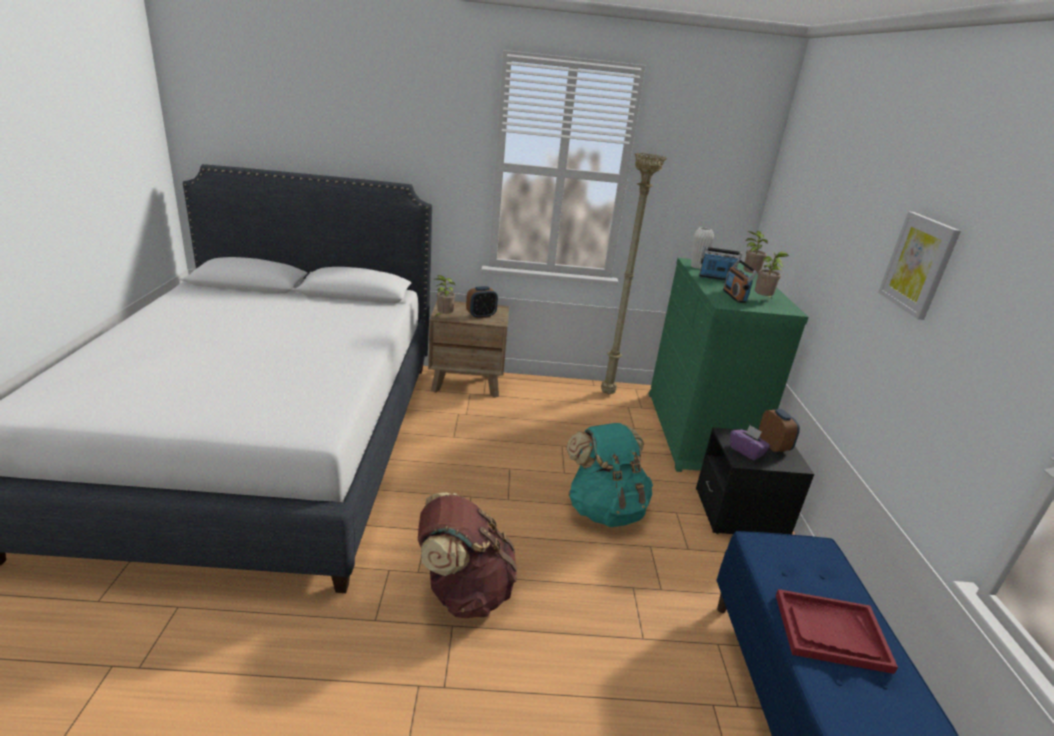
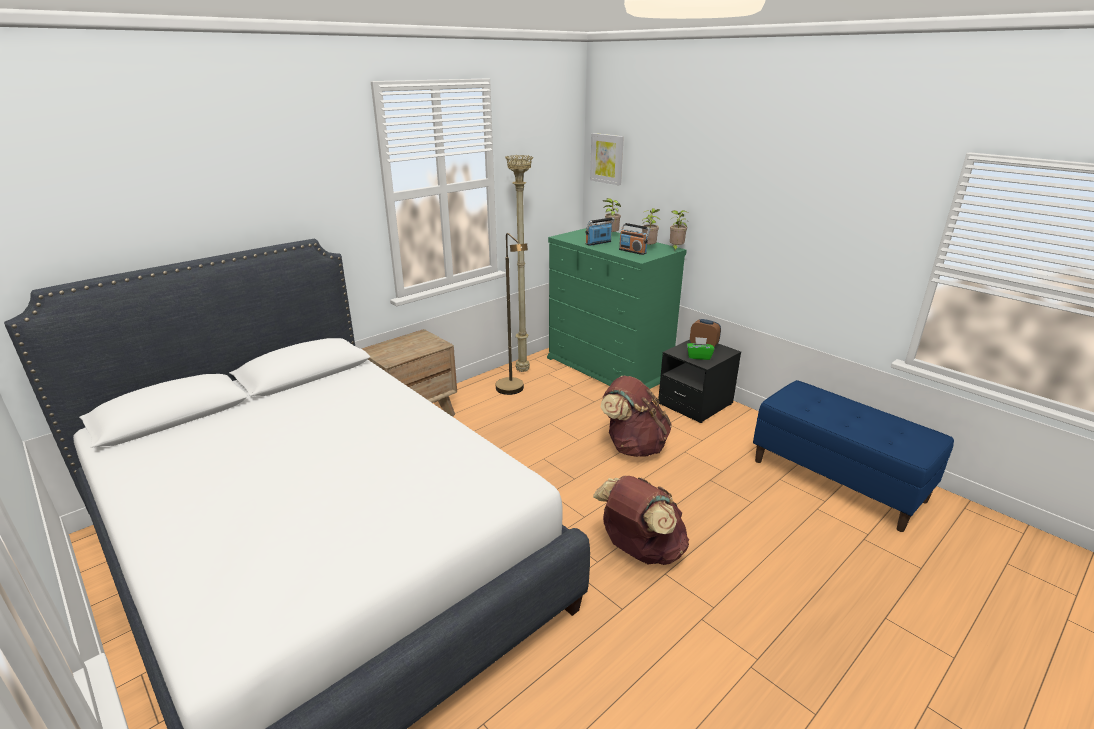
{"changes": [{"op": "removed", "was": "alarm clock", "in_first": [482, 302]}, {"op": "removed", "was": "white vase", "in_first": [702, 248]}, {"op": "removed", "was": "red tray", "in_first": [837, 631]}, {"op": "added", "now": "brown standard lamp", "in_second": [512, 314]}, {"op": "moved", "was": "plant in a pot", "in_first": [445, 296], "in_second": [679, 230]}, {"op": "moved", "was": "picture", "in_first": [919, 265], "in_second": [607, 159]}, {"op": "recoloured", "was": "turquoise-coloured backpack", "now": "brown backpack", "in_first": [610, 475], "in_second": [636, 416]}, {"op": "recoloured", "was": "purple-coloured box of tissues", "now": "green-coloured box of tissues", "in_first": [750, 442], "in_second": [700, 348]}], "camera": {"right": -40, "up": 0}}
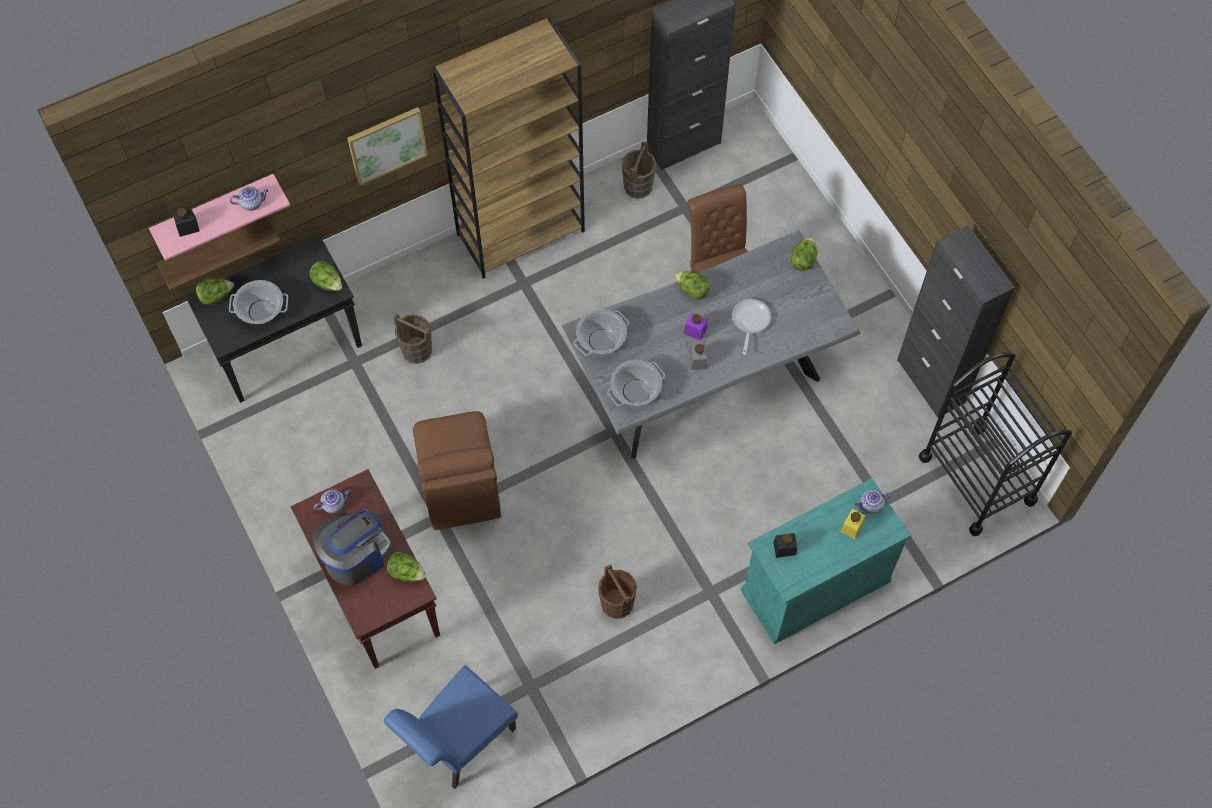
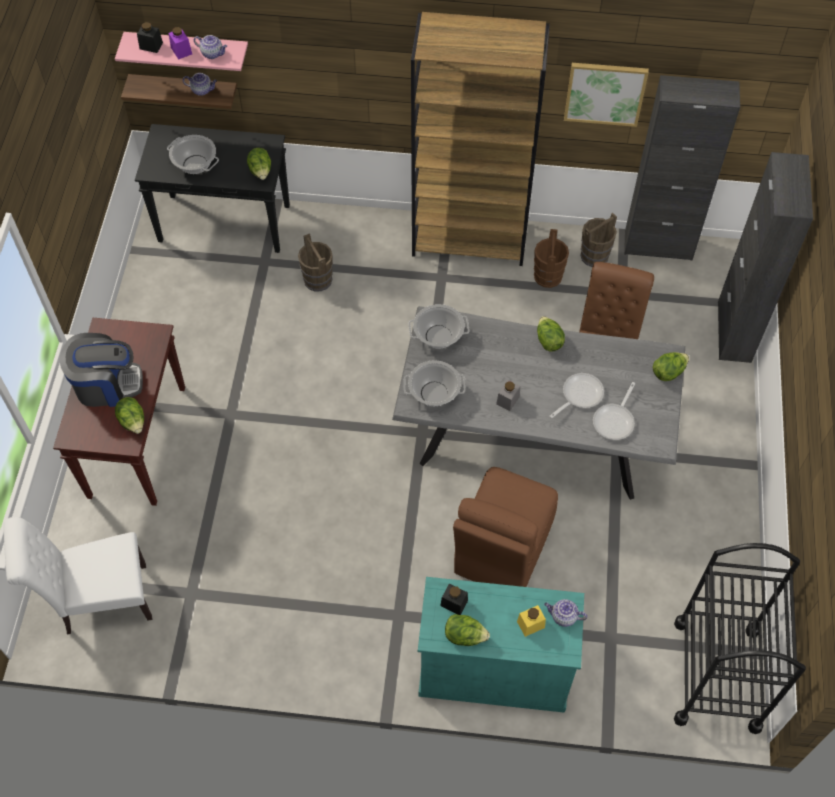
{"changes": [{"op": "added", "now": "skillet", "in_second": [614, 411]}, {"op": "moved", "was": "head of lettuce", "in_first": [215, 291], "in_second": [467, 630]}, {"op": "moved", "was": "teapot", "in_first": [332, 501], "in_second": [200, 84]}, {"op": "moved", "was": "picture", "in_first": [387, 146], "in_second": [606, 95]}, {"op": "moved", "was": "brown chair", "in_first": [457, 470], "in_second": [505, 527]}, {"op": "moved", "was": "brown water bucket", "in_first": [617, 591], "in_second": [551, 258]}, {"op": "moved", "was": "purple-coloured jar", "in_first": [695, 327], "in_second": [180, 43]}, {"op": "moved", "was": "black-coloured cupboard", "in_first": [956, 321], "in_second": [765, 257]}, {"op": "recoloured", "was": "blue-coloured chair", "now": "white chair", "in_first": [451, 727], "in_second": [78, 575]}], "camera": {"right": 35, "up": -5}}
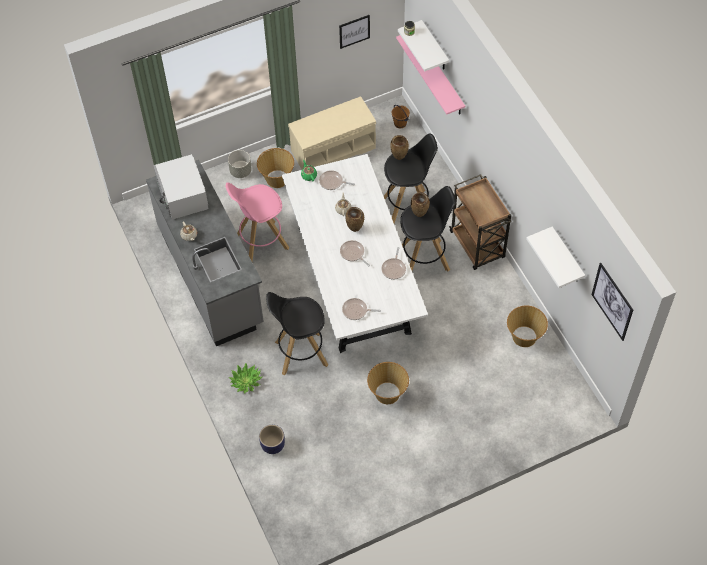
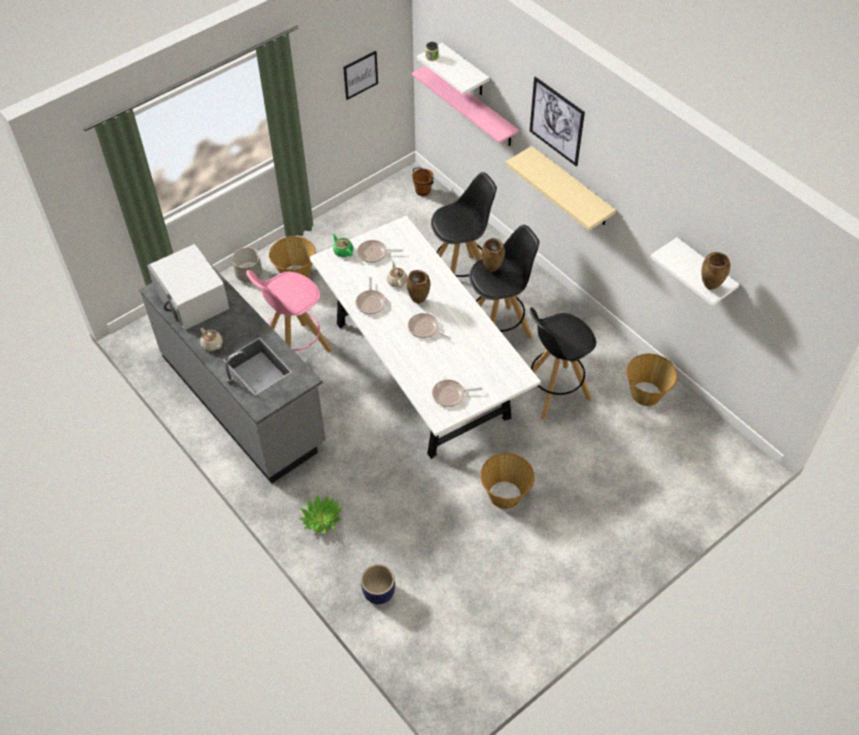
{"changes": [{"op": "removed", "was": "beige-coloured indoor bench", "in_first": [332, 132]}, {"op": "removed", "was": "brown trolley", "in_first": [480, 222]}, {"op": "added", "now": "beige-coloured shelf", "in_second": [560, 188]}, {"op": "moved", "was": "black-coloured stool seat", "in_first": [297, 333], "in_second": [563, 363]}, {"op": "moved", "was": "skillet", "in_first": [393, 263], "in_second": [371, 295]}, {"op": "moved", "was": "brown vase", "in_first": [399, 147], "in_second": [716, 271]}, {"op": "moved", "was": "picture", "in_first": [612, 302], "in_second": [557, 122]}], "camera": {"right": -15, "up": -5}}
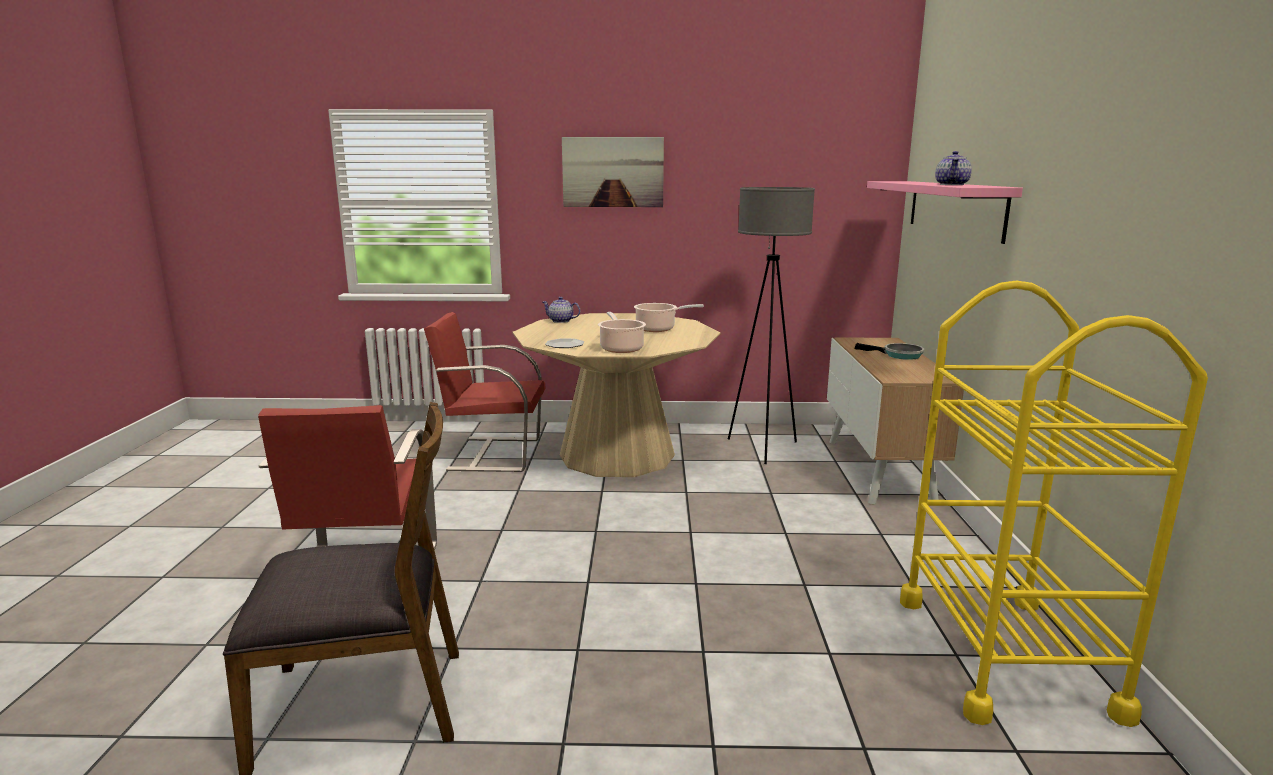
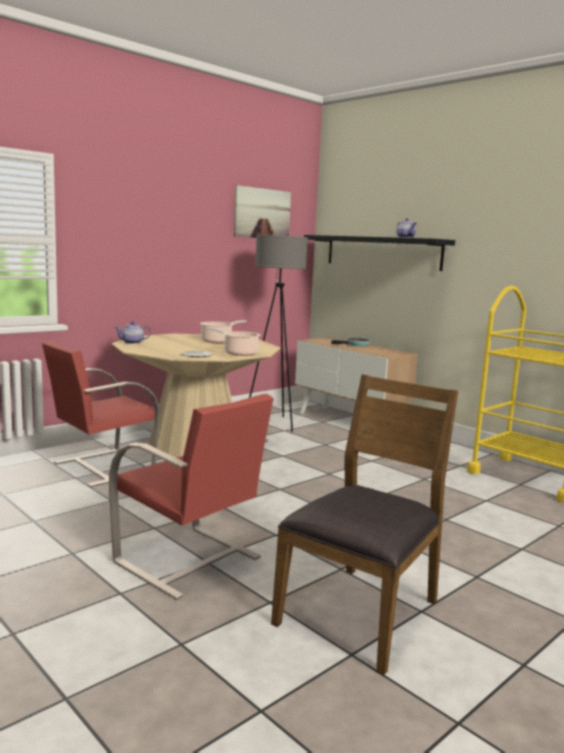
{"changes": [{"op": "moved", "was": "picture", "in_first": [613, 172], "in_second": [262, 211]}, {"op": "recoloured", "was": "pink shelf", "now": "black-coloured shelf", "in_first": [945, 212], "in_second": [379, 253]}], "camera": {"right": -45, "up": -5}}
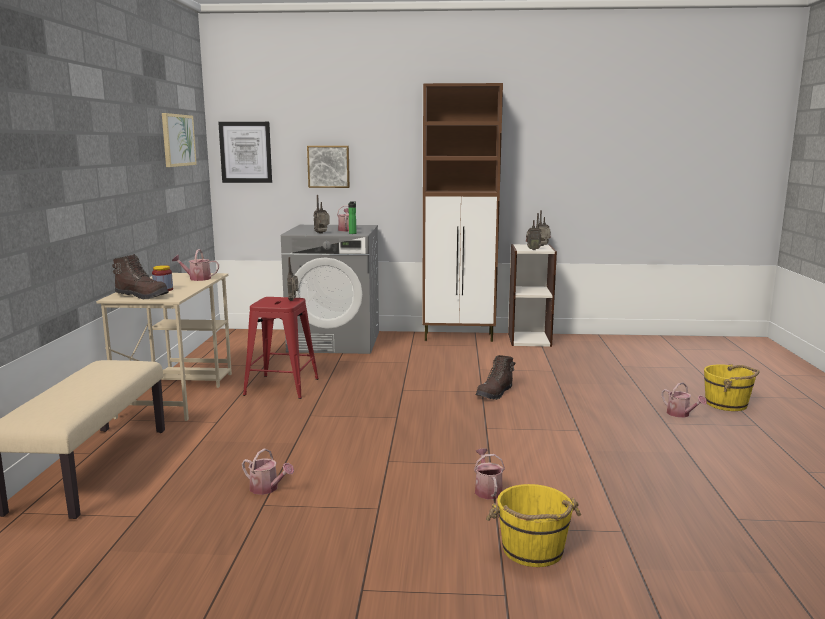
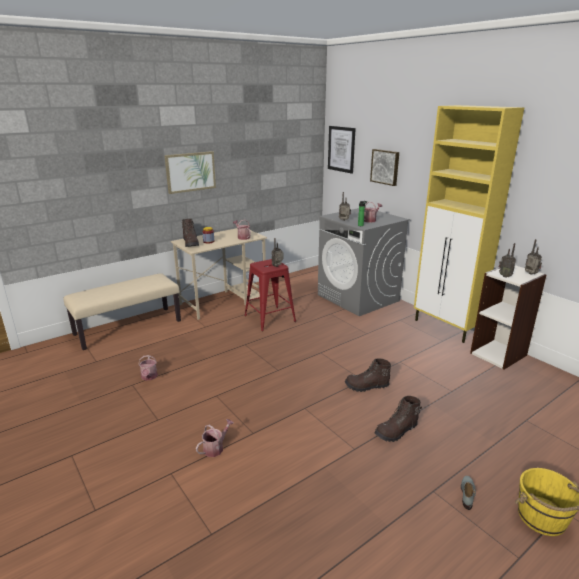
{"changes": [{"op": "removed", "was": "yellow-coloured water bucket", "in_first": [533, 525]}, {"op": "added", "now": "brown tall boot", "in_second": [398, 419]}, {"op": "moved", "was": "picture", "in_first": [179, 140], "in_second": [190, 172]}, {"op": "replaced", "was": "sprinkling can", "now": "grey item of footwear", "in_first": [684, 400], "in_second": [468, 493]}, {"op": "recoloured", "was": "brown cupboard", "now": "yellow-coloured cupboard", "in_first": [462, 212], "in_second": [469, 224]}], "camera": {"right": 50, "up": 10}}
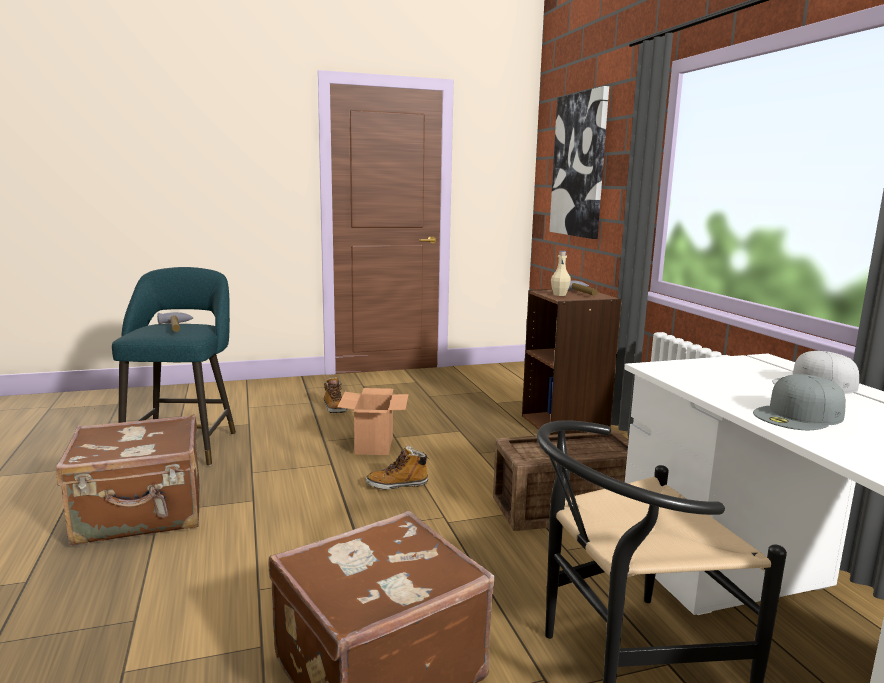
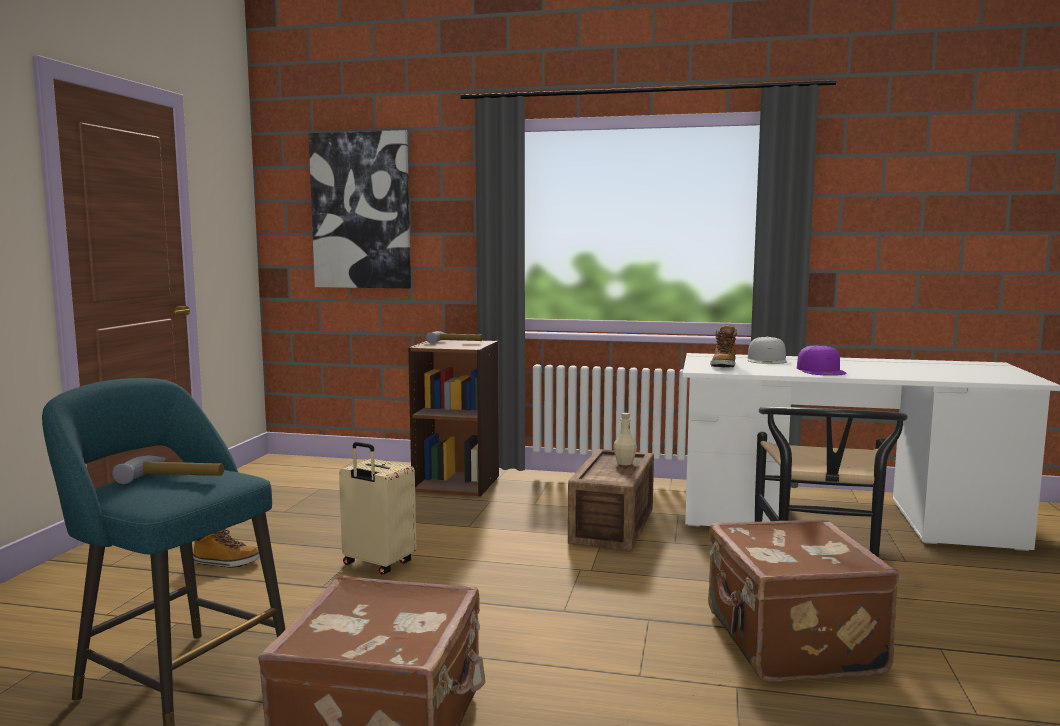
{"changes": [{"op": "moved", "was": "tall boot", "in_first": [397, 468], "in_second": [723, 346]}, {"op": "moved", "was": "beige-coloured beverage bottle", "in_first": [561, 273], "in_second": [625, 439]}, {"op": "replaced", "was": "packing box", "now": "beige-coloured suitcase", "in_first": [373, 421], "in_second": [377, 508]}, {"op": "recoloured", "was": "grey peaked cap", "now": "purple-coloured peaked cap", "in_first": [799, 402], "in_second": [821, 360]}], "camera": {"right": -60, "up": -5}}
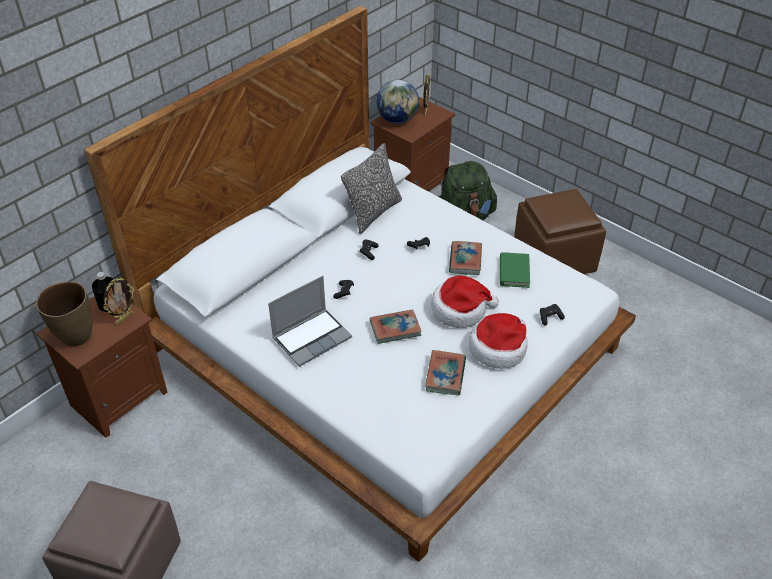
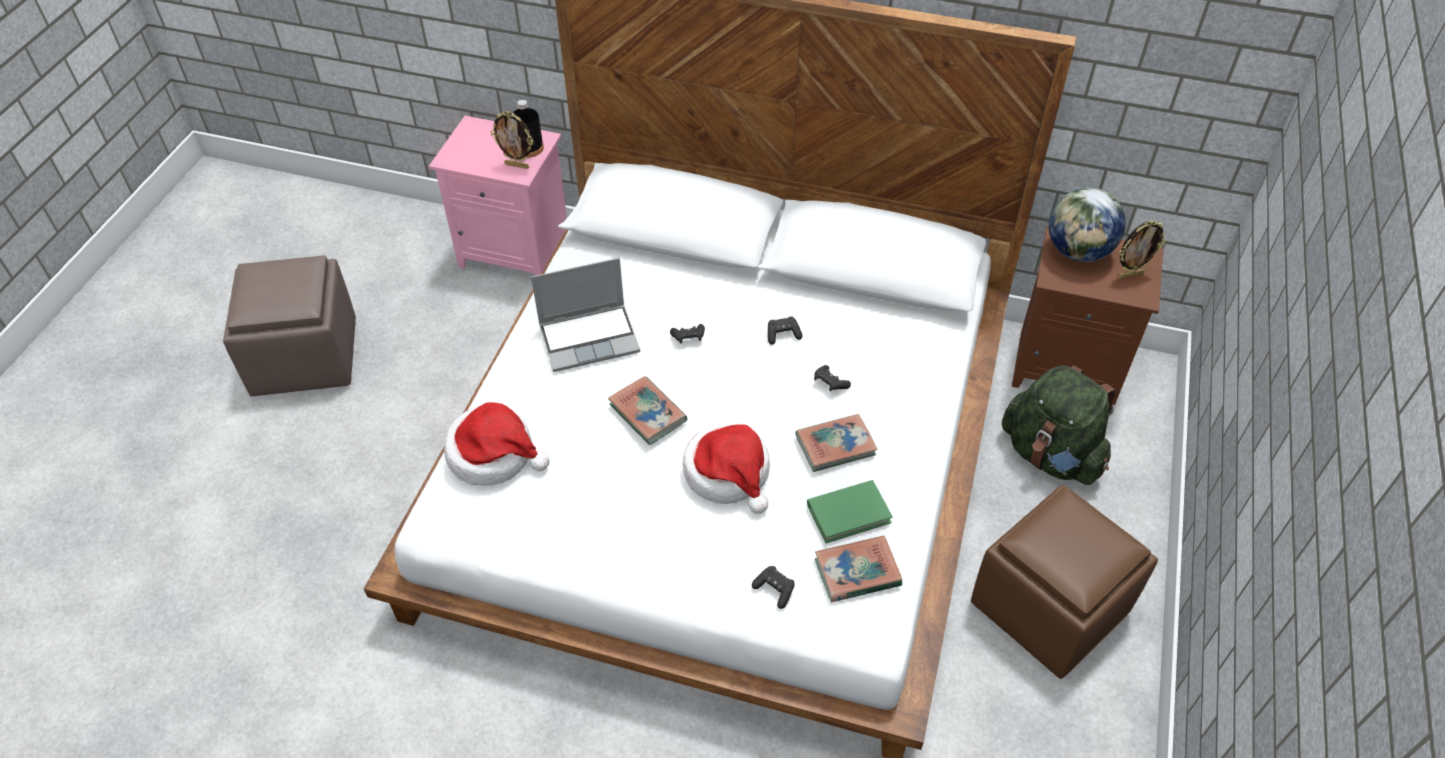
{"changes": [{"op": "removed", "was": "brown vase", "in_first": [64, 314]}, {"op": "removed", "was": "pillow", "in_first": [371, 188]}, {"op": "moved", "was": "book", "in_first": [445, 372], "in_second": [858, 569]}, {"op": "moved", "was": "clothing hat", "in_first": [498, 341], "in_second": [497, 444]}, {"op": "recoloured", "was": "brown night table", "now": "pink night table", "in_first": [101, 367], "in_second": [498, 196]}, {"op": "turned", "was": "portable computer", "in_first": [310, 321], "in_second": [585, 315], "clockwise": -45}], "camera": {"right": 65, "up": 5}}
